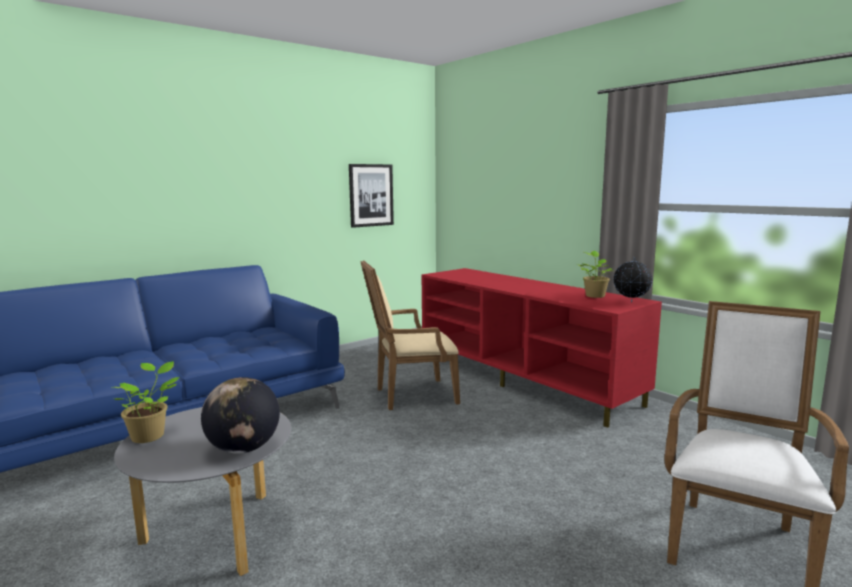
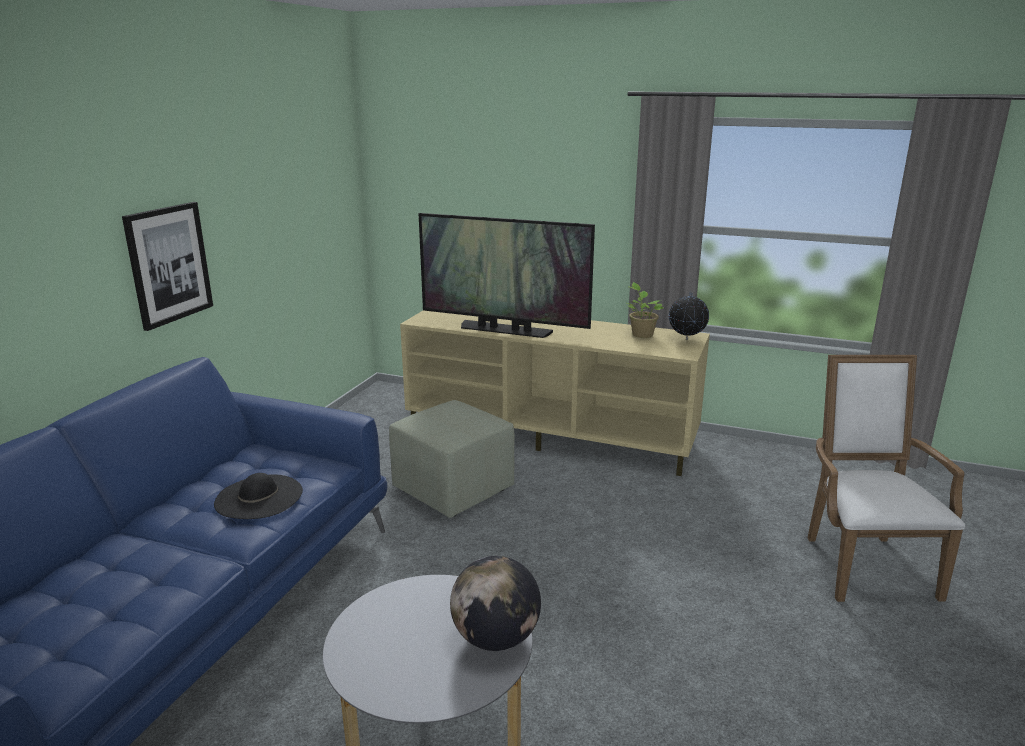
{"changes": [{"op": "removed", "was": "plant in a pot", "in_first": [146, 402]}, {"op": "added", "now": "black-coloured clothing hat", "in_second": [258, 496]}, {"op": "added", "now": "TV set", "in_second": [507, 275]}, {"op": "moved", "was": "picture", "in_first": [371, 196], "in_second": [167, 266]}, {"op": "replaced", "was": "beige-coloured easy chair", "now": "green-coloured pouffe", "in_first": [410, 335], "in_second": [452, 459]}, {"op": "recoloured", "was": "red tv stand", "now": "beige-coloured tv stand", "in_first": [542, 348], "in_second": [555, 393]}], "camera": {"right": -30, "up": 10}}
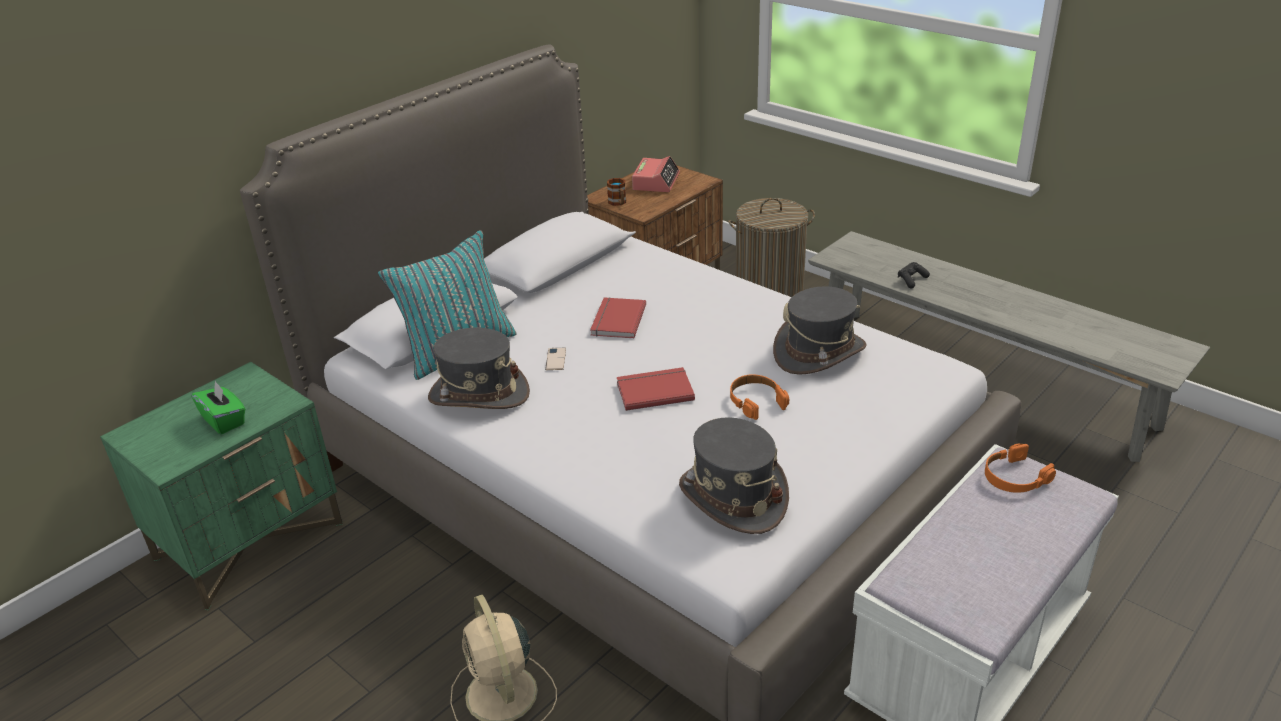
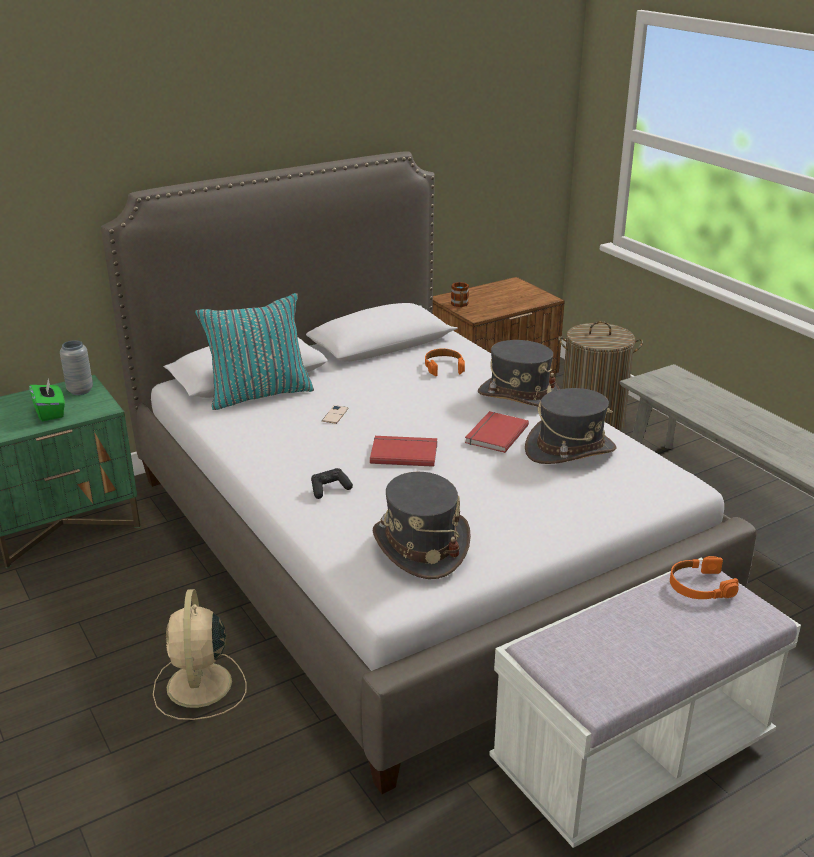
{"changes": [{"op": "removed", "was": "alarm clock", "in_first": [656, 174]}, {"op": "added", "now": "grey vase", "in_second": [76, 367]}, {"op": "moved", "was": "grey clothing hat", "in_first": [479, 368], "in_second": [518, 373]}, {"op": "moved", "was": "red book", "in_first": [618, 317], "in_second": [497, 432]}, {"op": "moved", "was": "orange headset", "in_first": [759, 397], "in_second": [445, 362]}, {"op": "moved", "was": "black-coloured gamepad", "in_first": [914, 275], "in_second": [332, 483]}], "camera": {"right": 15, "up": -5}}
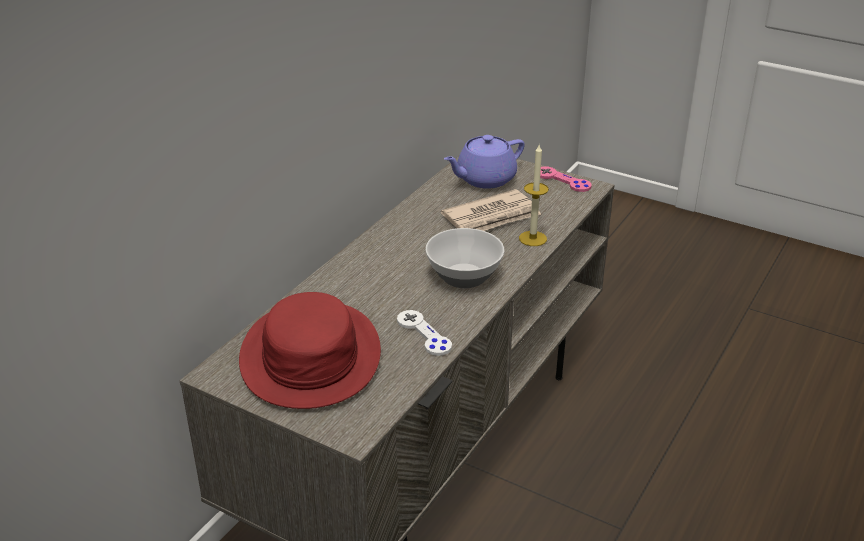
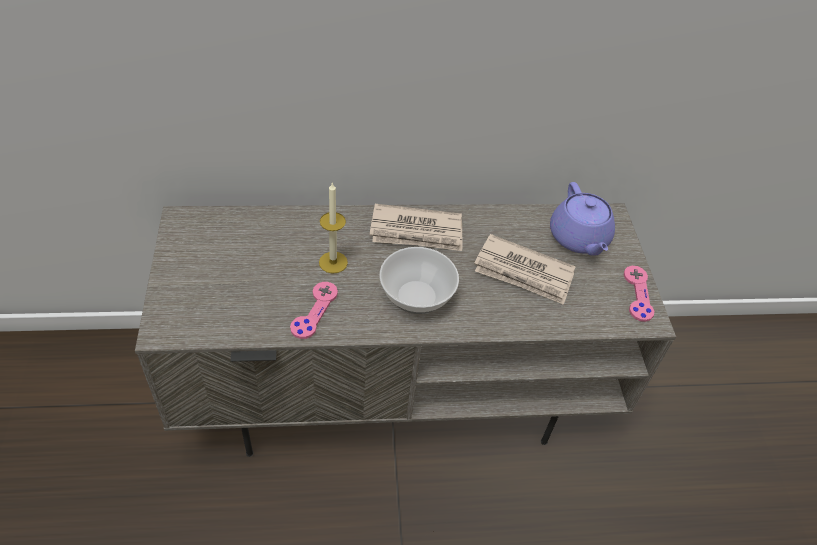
{"changes": [{"op": "removed", "was": "red clothing hat", "in_first": [310, 350]}, {"op": "added", "now": "daily paper", "in_second": [416, 227]}, {"op": "moved", "was": "candle", "in_first": [534, 195], "in_second": [333, 228]}, {"op": "recoloured", "was": "white gamepad", "now": "pink gamepad", "in_first": [424, 333], "in_second": [314, 310]}, {"op": "turned", "was": "purple-coloured teapot", "in_first": [484, 162], "in_second": [582, 219], "clockwise": -120}], "camera": {"right": 50, "up": 15}}
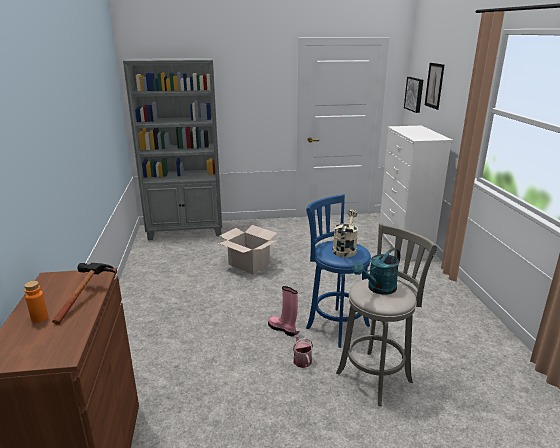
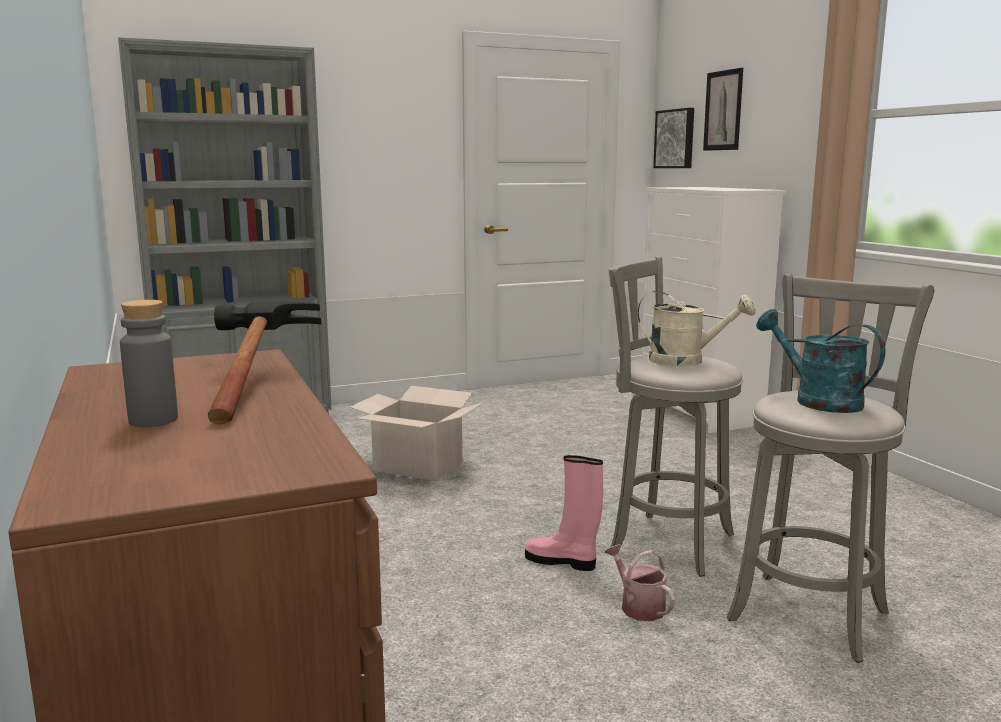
{"changes": [{"op": "recoloured", "was": "orange beverage bottle", "now": "grey beverage bottle", "in_first": [36, 302], "in_second": [149, 363]}, {"op": "recoloured", "was": "blue-coloured stool seat", "now": "grey stool seat", "in_first": [338, 271], "in_second": [676, 417]}, {"op": "turned", "was": "beige-coloured sprinkling can", "in_first": [345, 233], "in_second": [696, 328], "clockwise": 105}, {"op": "turned", "was": "turquoise-coloured sprinkling can", "in_first": [376, 271], "in_second": [821, 361], "clockwise": 105}], "camera": {"right": -15, "up": -10}}
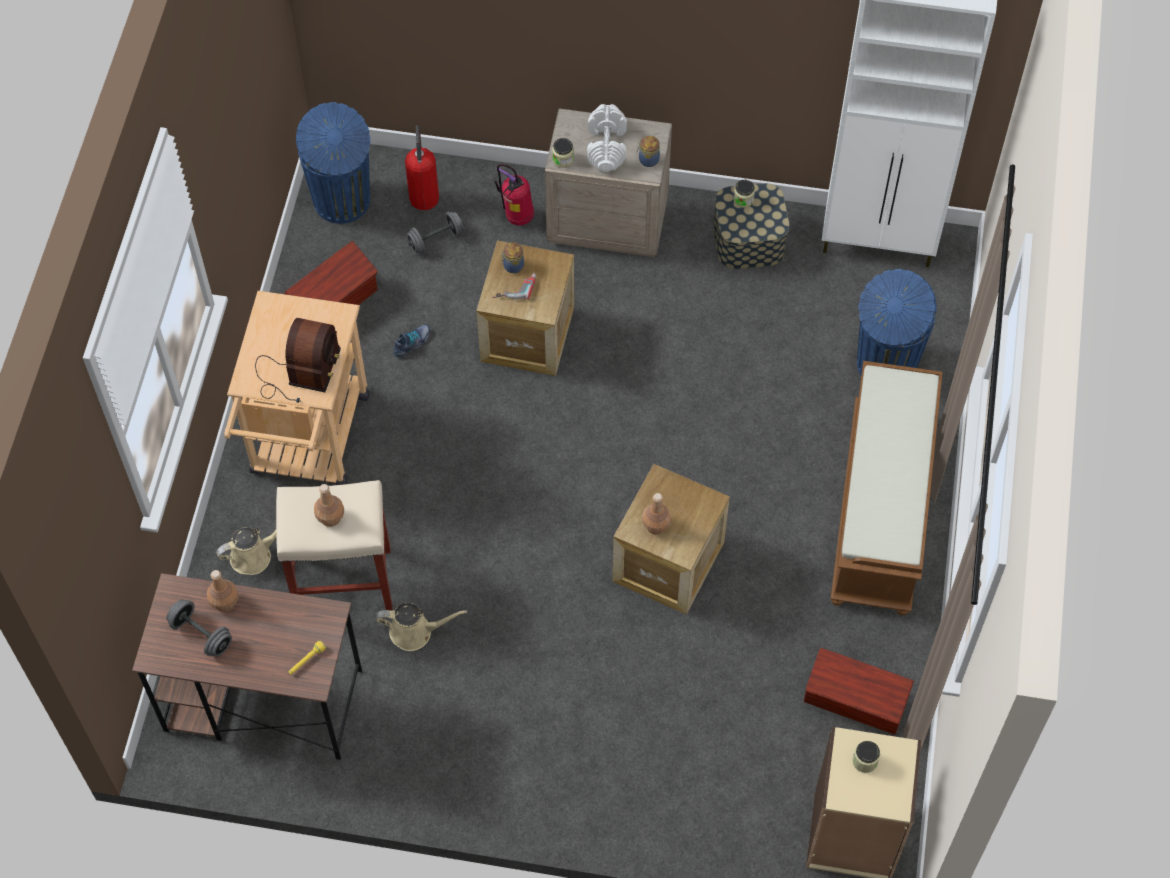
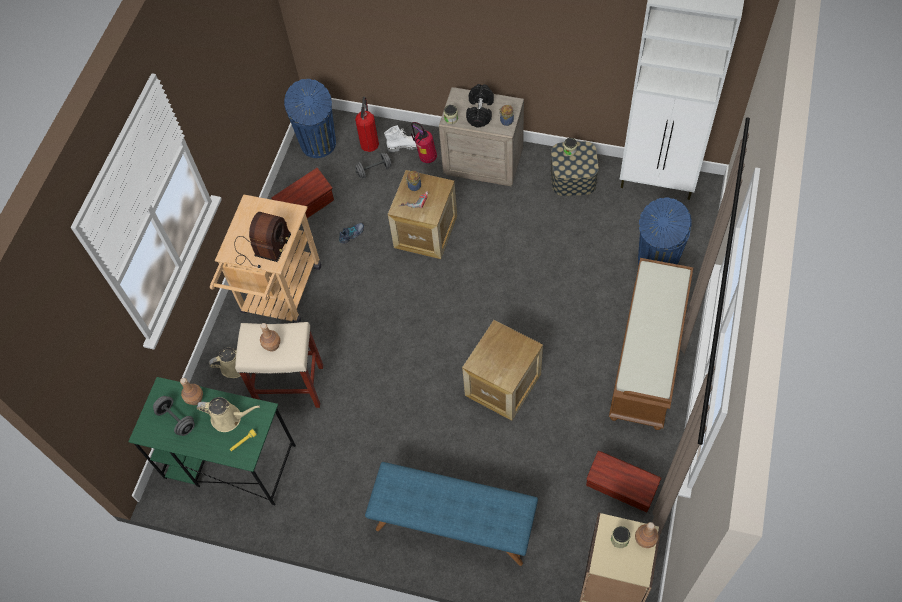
{"changes": [{"op": "added", "now": "blue-coloured indoor bench", "in_second": [451, 514]}, {"op": "added", "now": "white tall boot", "in_second": [400, 139]}, {"op": "moved", "was": "beige-coloured sprinkling can", "in_first": [421, 627], "in_second": [228, 414]}, {"op": "moved", "was": "brown beverage bottle", "in_first": [656, 514], "in_second": [647, 535]}, {"op": "recoloured", "was": "brown desk", "now": "green-coloured desk", "in_first": [247, 666], "in_second": [212, 441]}, {"op": "recoloured", "was": "white dumbbell", "now": "black-coloured dumbbell", "in_first": [607, 138], "in_second": [480, 106]}], "camera": {"right": 10, "up": 0}}
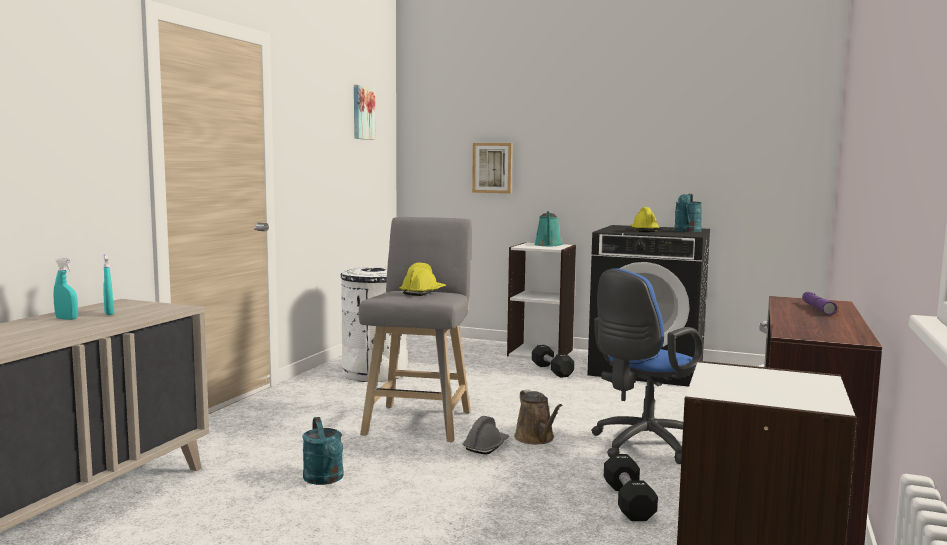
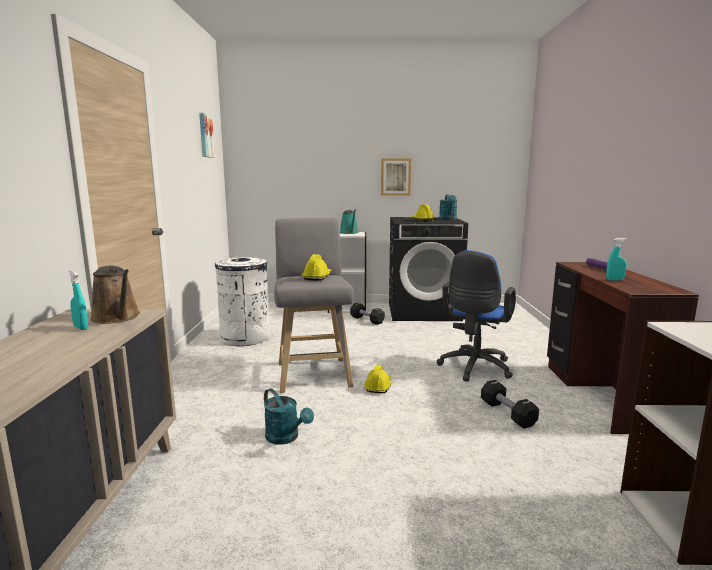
{"changes": [{"op": "moved", "was": "turquoise-coloured sprayer", "in_first": [66, 289], "in_second": [617, 259]}, {"op": "moved", "was": "picture", "in_first": [492, 168], "in_second": [396, 177]}, {"op": "moved", "was": "brown sprinkling can", "in_first": [538, 416], "in_second": [115, 294]}, {"op": "recoloured", "was": "grey hard hat", "now": "yellow-coloured hard hat", "in_first": [486, 435], "in_second": [377, 379]}], "camera": {"right": -20, "up": 5}}
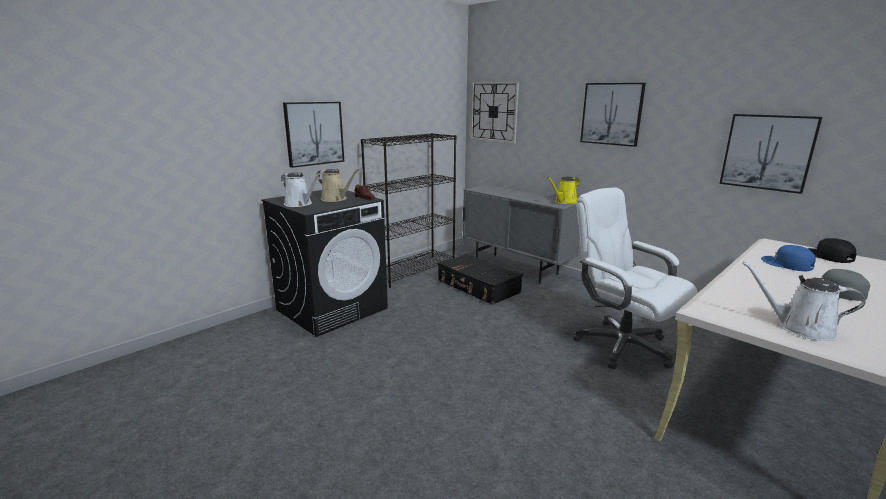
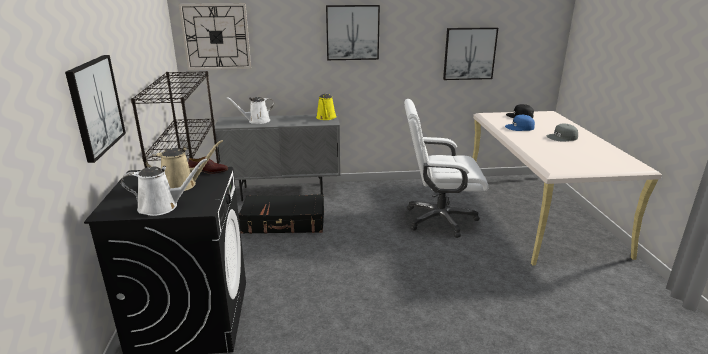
{"changes": [{"op": "moved", "was": "white sprinkling can", "in_first": [804, 301], "in_second": [250, 110]}], "camera": {"right": -50, "up": 5}}
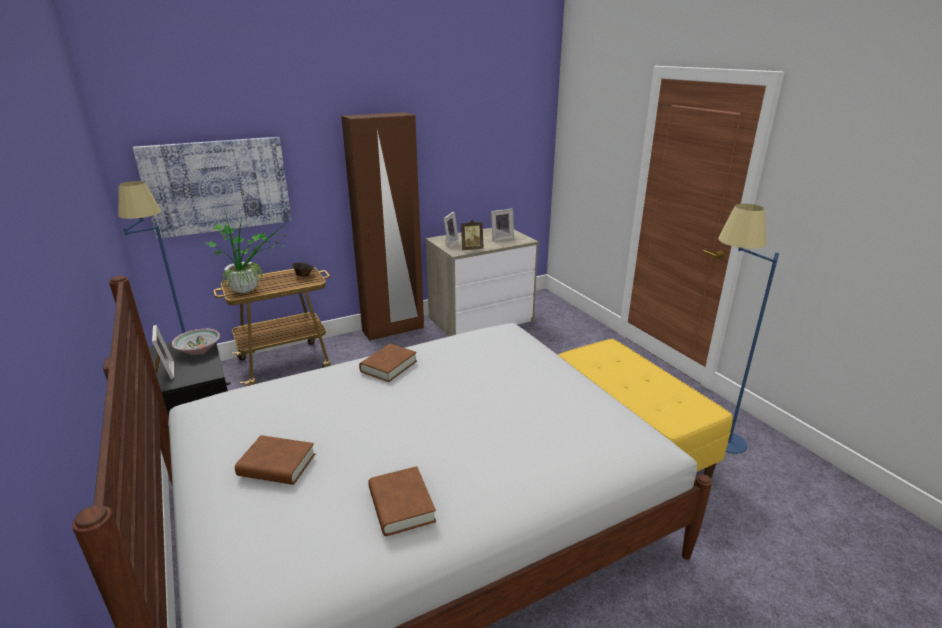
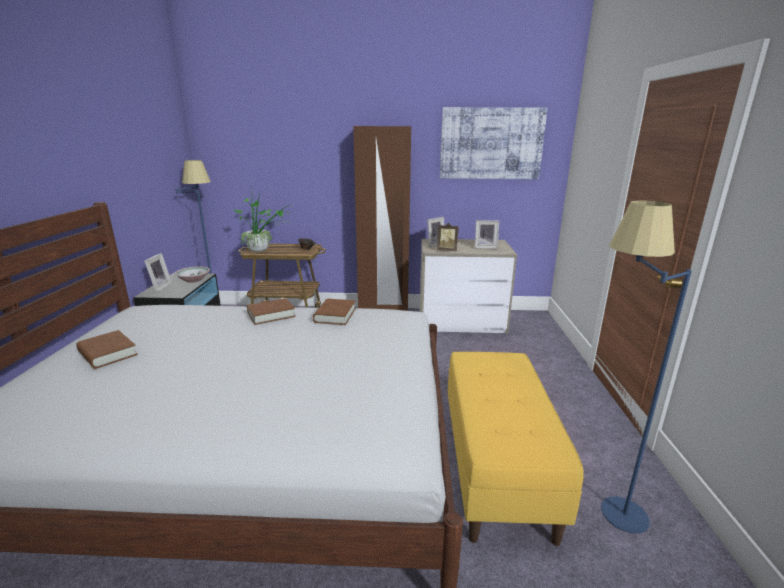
{"changes": [{"op": "moved", "was": "picture", "in_first": [212, 188], "in_second": [494, 143]}, {"op": "moved", "was": "brown book", "in_first": [402, 501], "in_second": [334, 312]}], "camera": {"right": 30, "up": -5}}
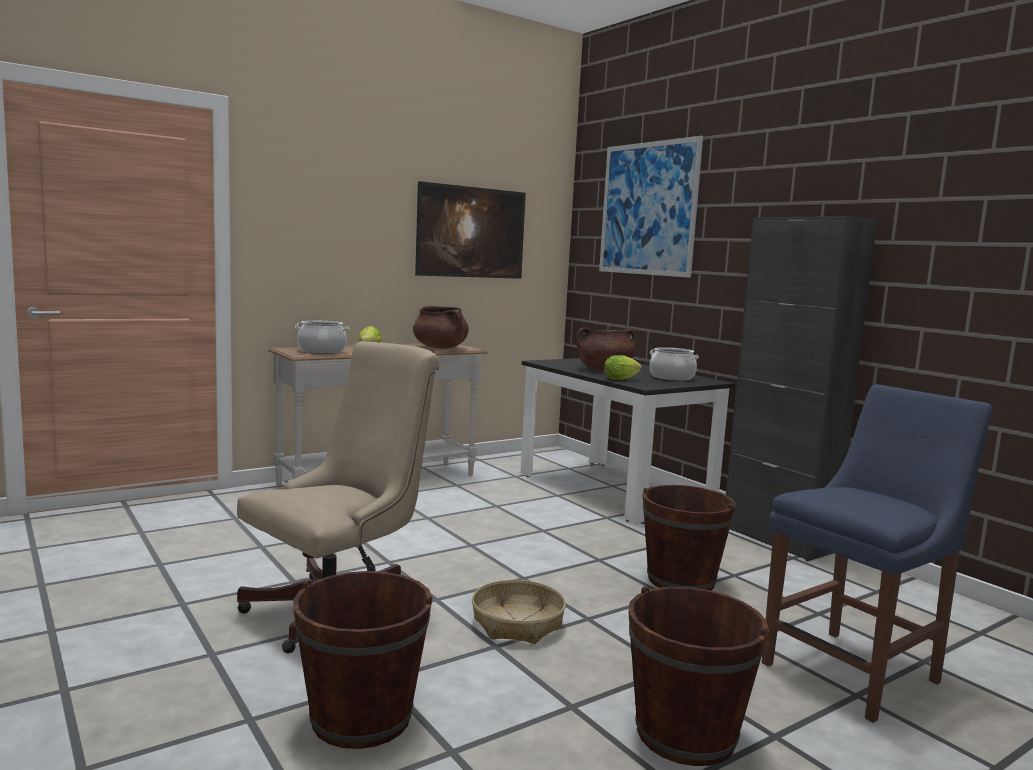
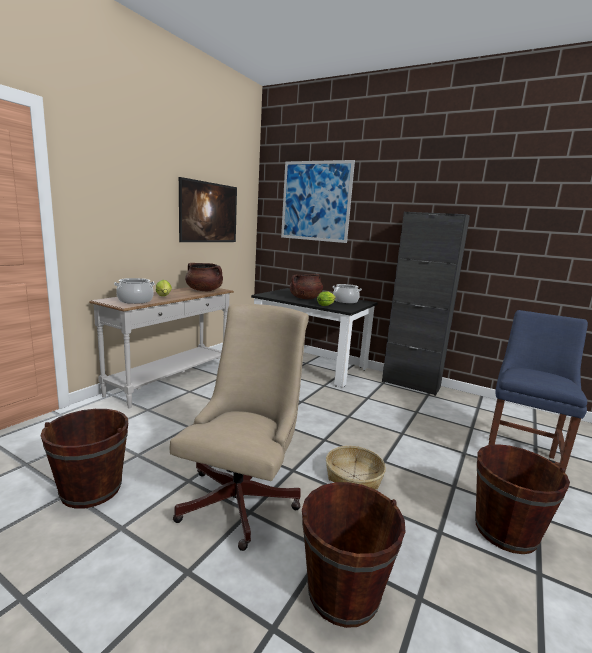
{"changes": [{"op": "moved", "was": "brown water bucket", "in_first": [689, 538], "in_second": [84, 459]}], "camera": {"right": -25, "up": 5}}
